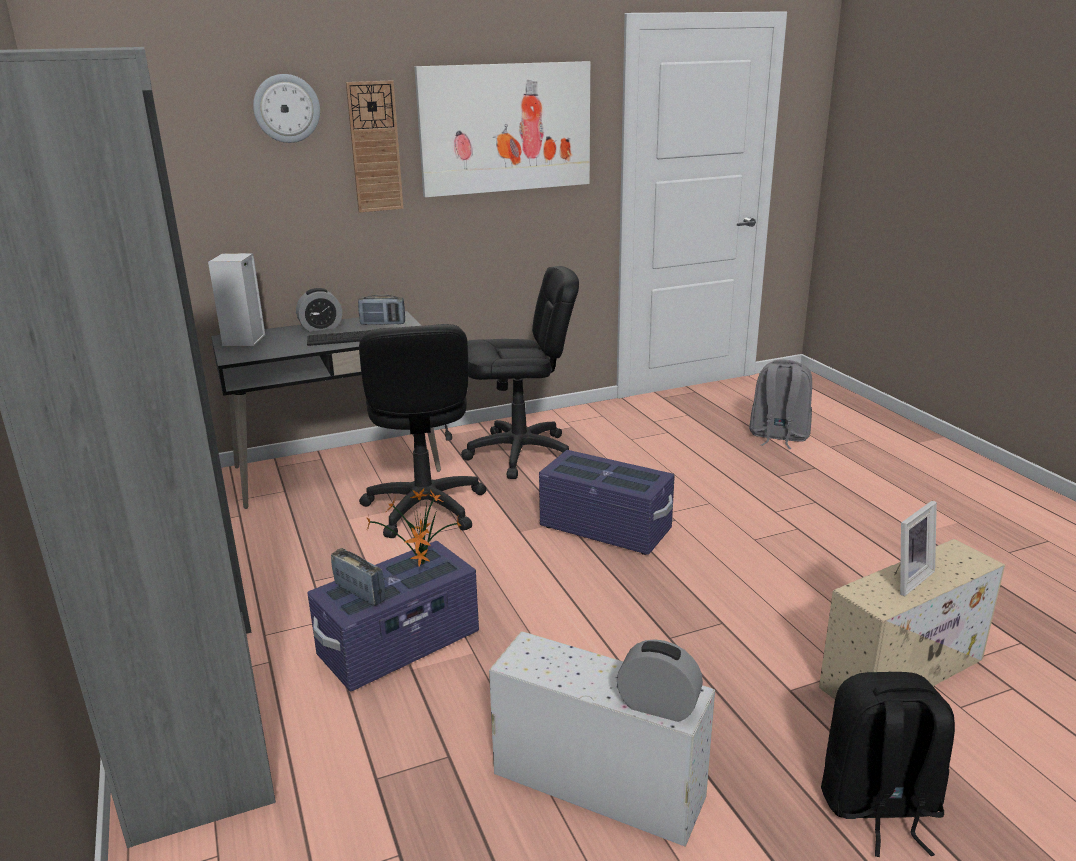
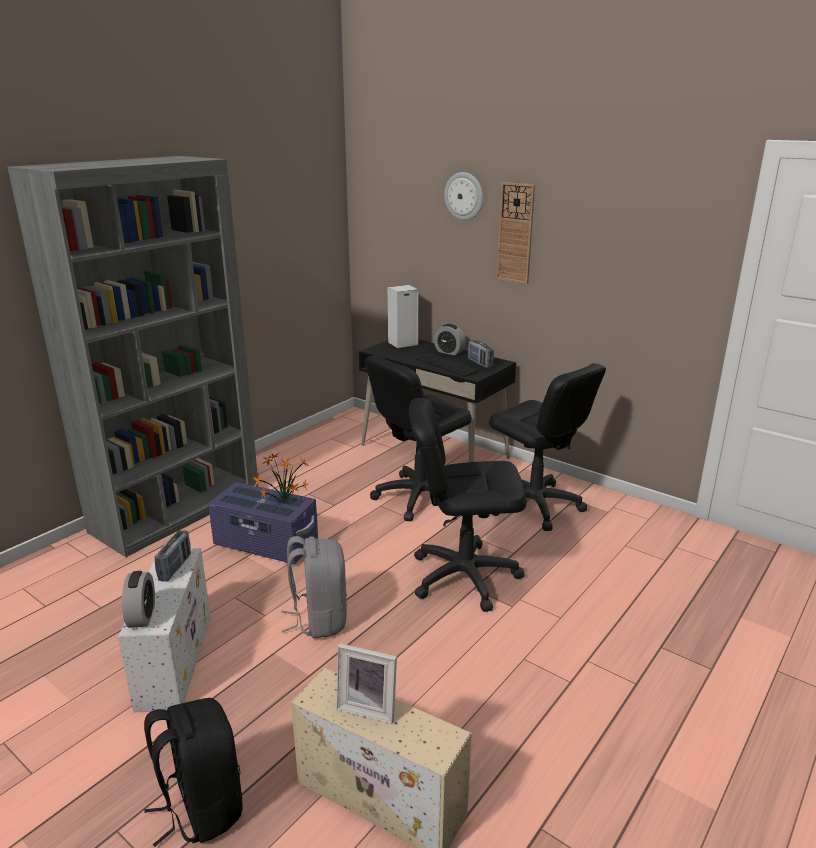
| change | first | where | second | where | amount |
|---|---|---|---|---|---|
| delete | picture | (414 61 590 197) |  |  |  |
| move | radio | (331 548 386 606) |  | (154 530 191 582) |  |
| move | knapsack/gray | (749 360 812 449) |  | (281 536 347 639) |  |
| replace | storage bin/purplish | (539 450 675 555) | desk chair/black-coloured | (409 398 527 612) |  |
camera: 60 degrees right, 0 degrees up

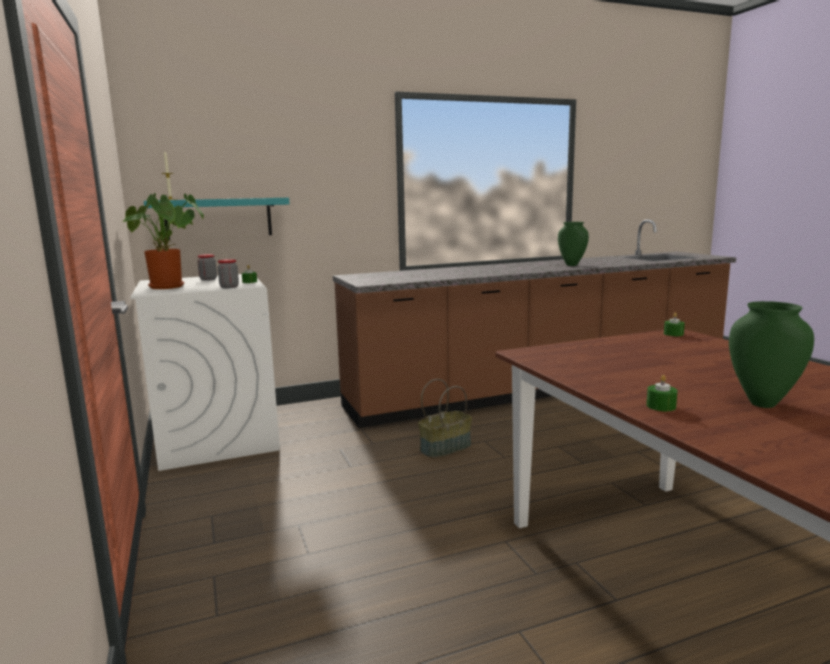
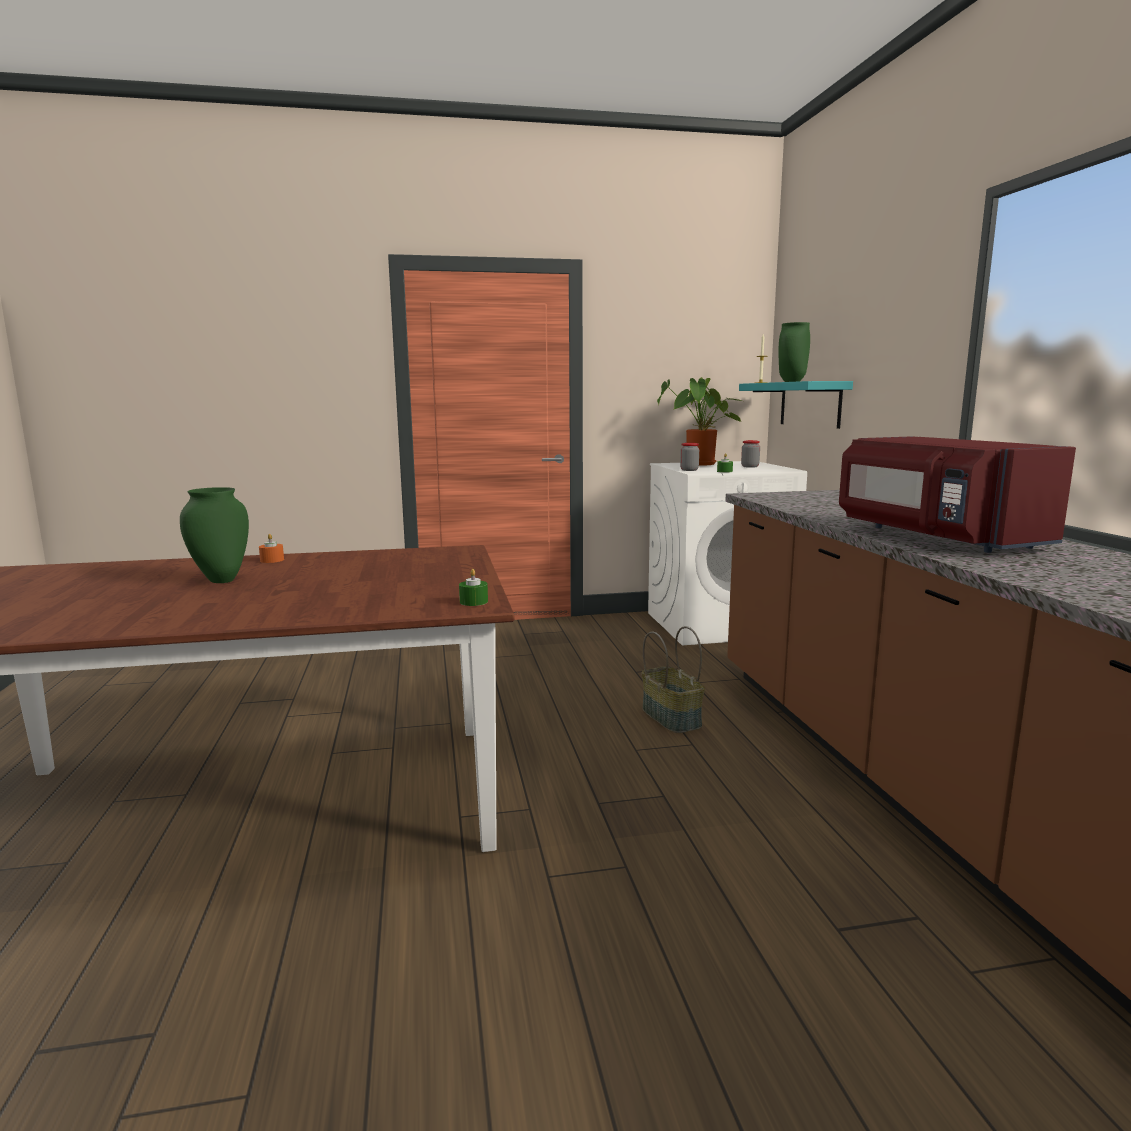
| change | first | where | second | where | amount |
|---|---|---|---|---|---|
| insert |  |  | kitchen microwave/reddish | (839 436 1076 553) |  |
| move | decorative vase/green-coloured | (558 222 589 266) |  | (779 322 810 382) |  |
| recolor | wax light/green-coloured | (646 375 678 411) | wax light/orange | (259 534 284 563) |  |
camera: 100 degrees right, 0 degrees up

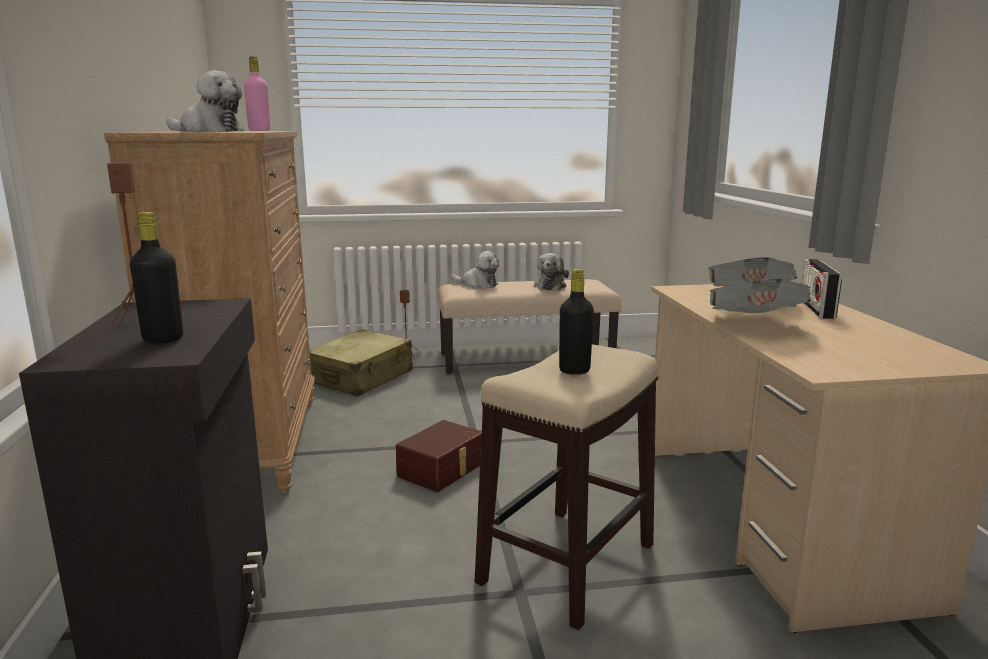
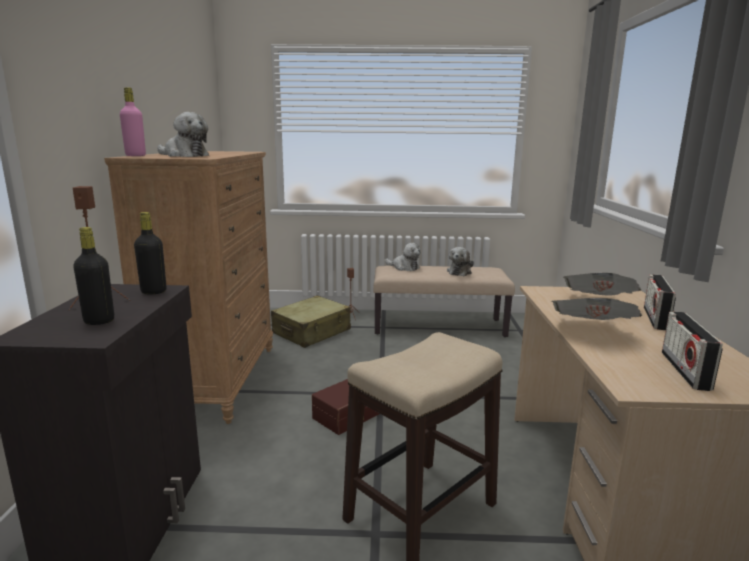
| change | first | where | second | where | amount |
|---|---|---|---|---|---|
| insert |  |  | radio | (662 312 723 391) |  |
| move | beverage bottle/pink-coloured | (244 56 270 131) |  | (120 87 146 156) |  |
| move | beverage bottle/black-coloured | (559 269 594 375) |  | (134 212 166 295) |  |
camera: 10 degrees right, 0 degrees up

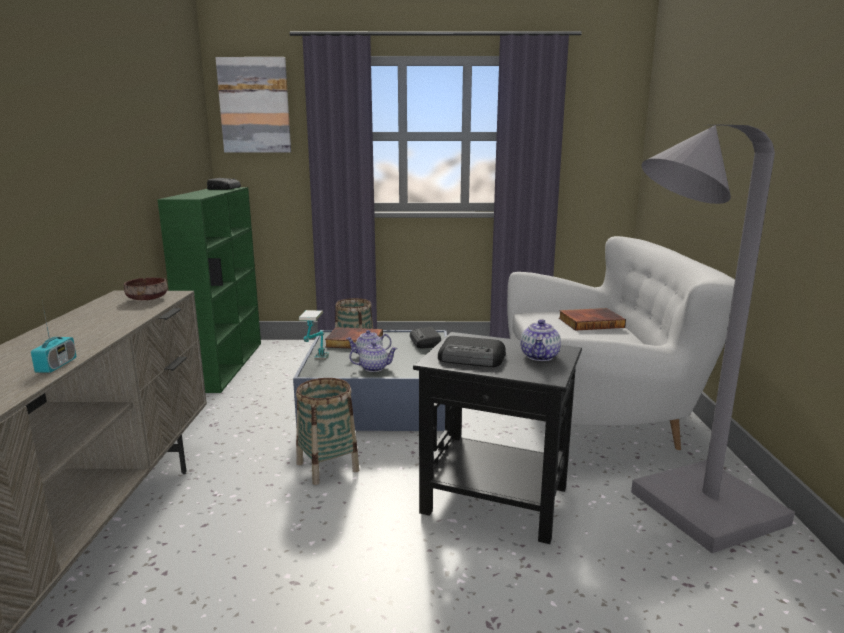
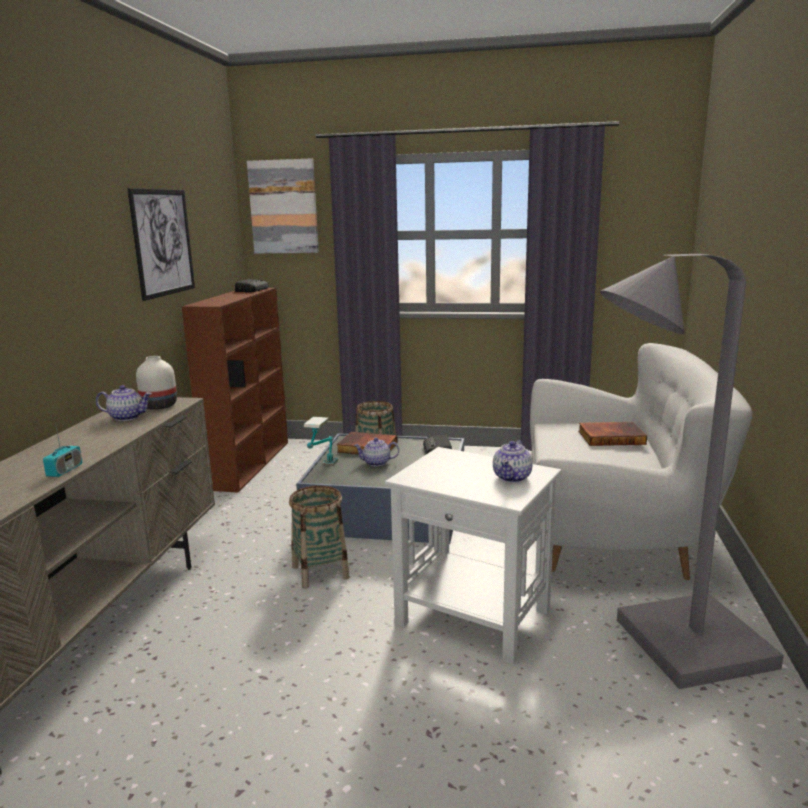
| change | first | where | second | where | amount |
|---|---|---|---|---|---|
| delete | radio | (438 336 506 367) |  |  |  |
| insert |  |  | picture | (127 188 195 301) |  |
| move | teapot | (349 342 398 372) |  | (96 385 152 421) |  |
| replace | deep dish/brown-coloured | (124 277 167 300) | decorative vase/whitish | (136 356 177 410) |  |
| recolor | shelving unit/green-coloured | (157 187 261 393) | shelving unit/brown-coloured | (182 288 288 493) |  |
| recolor | end table/black-coloured | (413 332 582 544) | end table/whitish | (384 447 562 665) |  |
camera: 10 degrees right, 0 degrees up

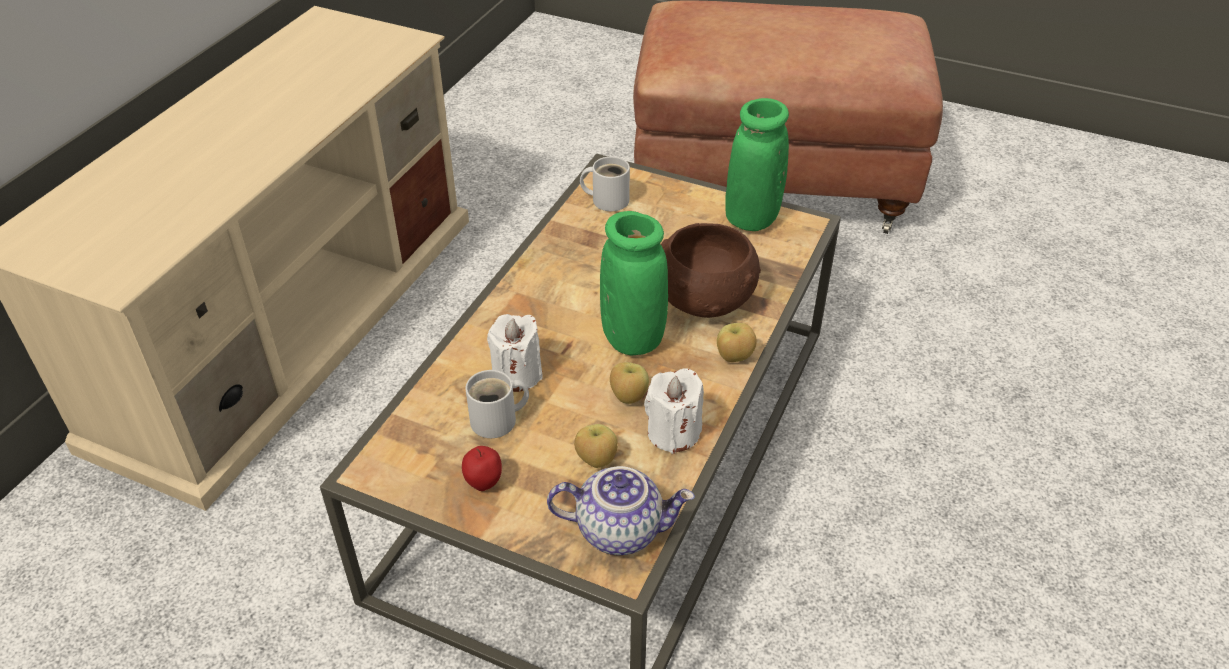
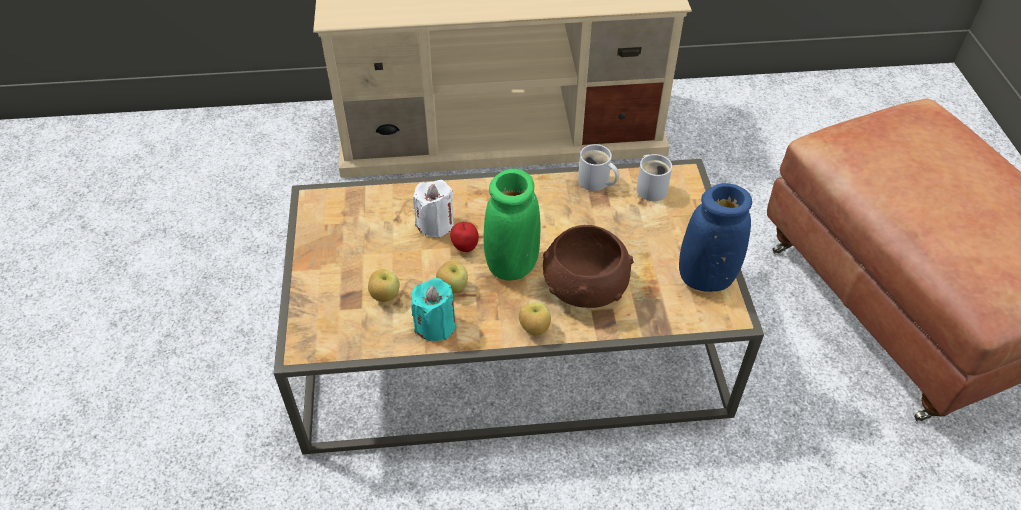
| change | first | where | second | where | amount |
|---|---|---|---|---|---|
| delete | teapot | (547 466 695 555) |  |  |  |
| move | whole apple | (462 446 502 491) |  | (450 222 479 252) |  |
| move | mug/whitish | (465 370 529 438) |  | (578 144 619 191) |  |
| recolor | wax light/whitish | (644 368 704 454) | wax light/blue-green | (411 278 456 341) |  |
| recolor | decorative vase/green-coloured | (725 98 789 231) | decorative vase/blue-coloured | (679 183 752 292) |  |
camera: 60 degrees right, 5 degrees up

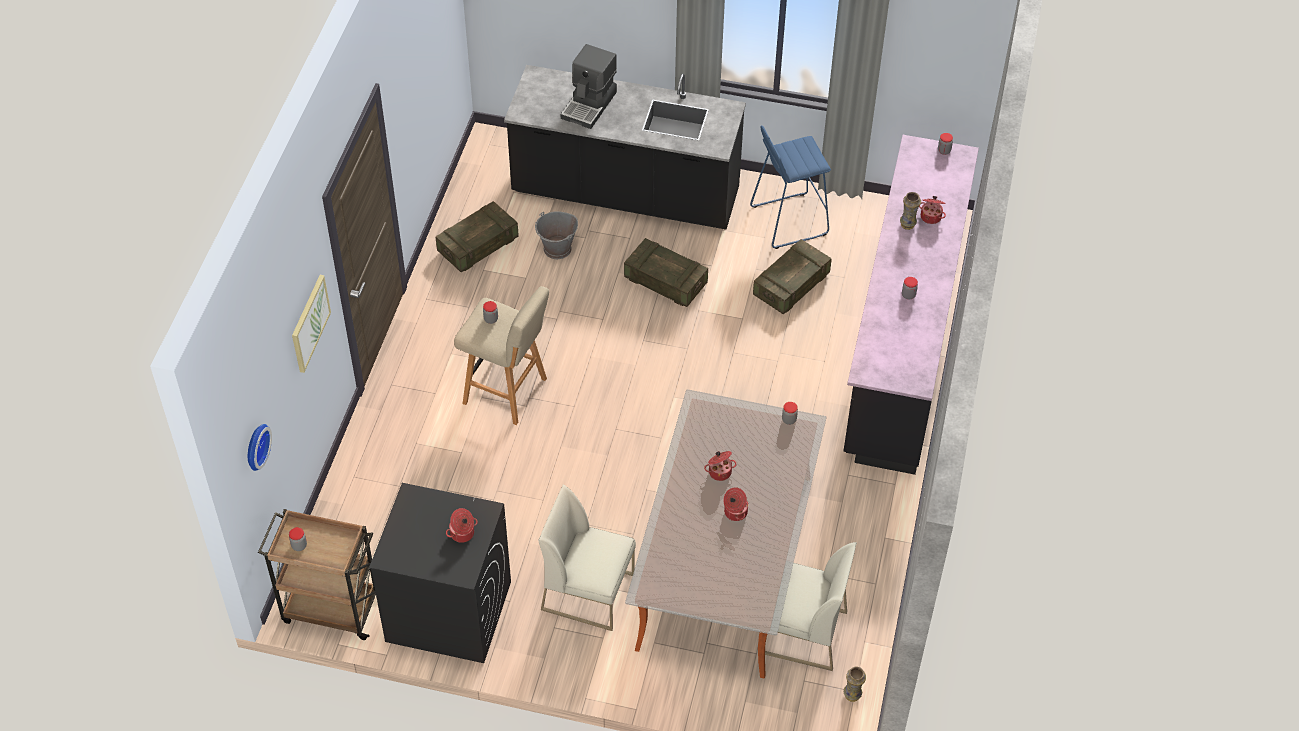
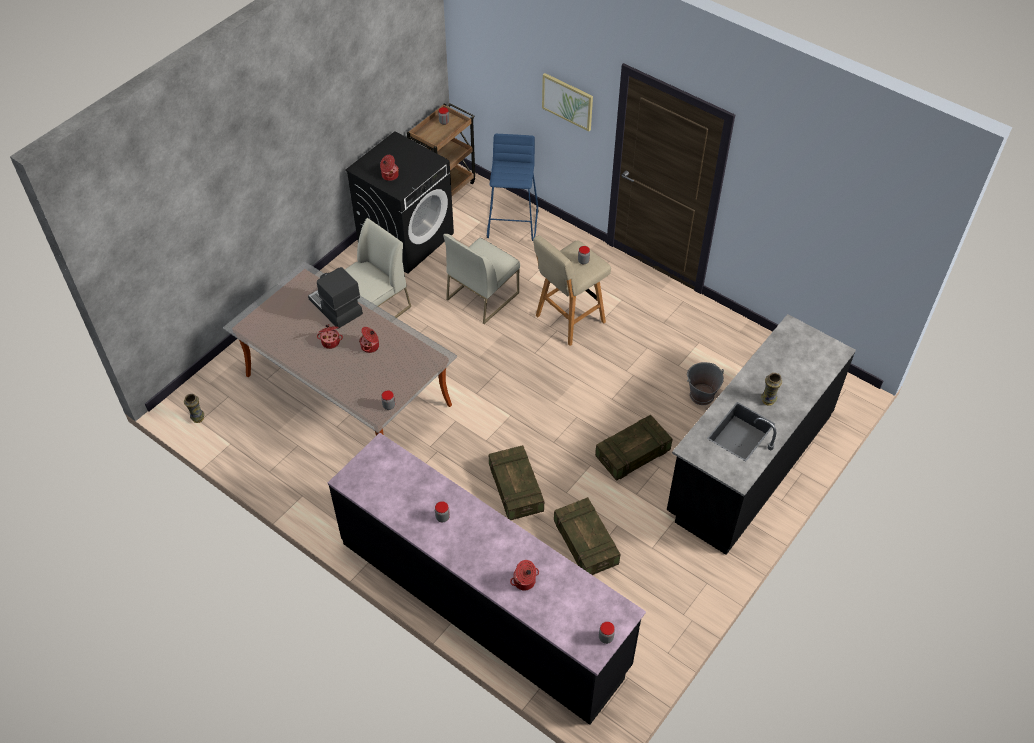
| change | first | where | second | where | amount |
|---|---|---|---|---|---|
| delete | wall clock | (248 424 272 471) |  |  |  |
| move | crate | (436 201 518 272) |  | (489 445 544 520) |  |
| move | coffee machine | (561 44 617 129) |  | (308 267 363 329) |  |
| move | sitting stool/blue-coloured | (750 125 831 249) |  | (487 134 539 241) |  |
| move | chair/whitish | (765 542 857 671) |  | (443 234 520 324) |  |
| move | decorative vase | (900 192 921 230) |  | (761 373 782 406) |  |
camera: 115 degrees right, 0 degrees up

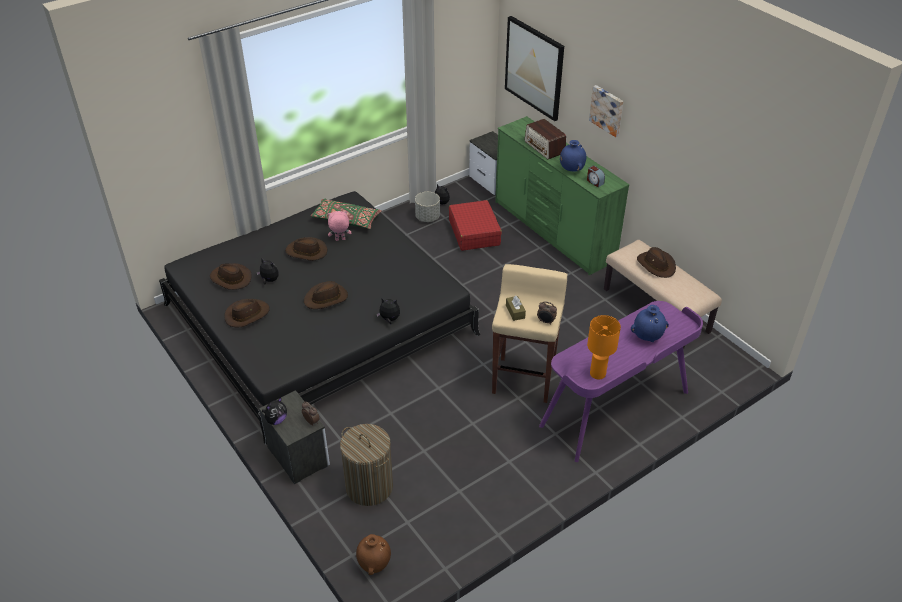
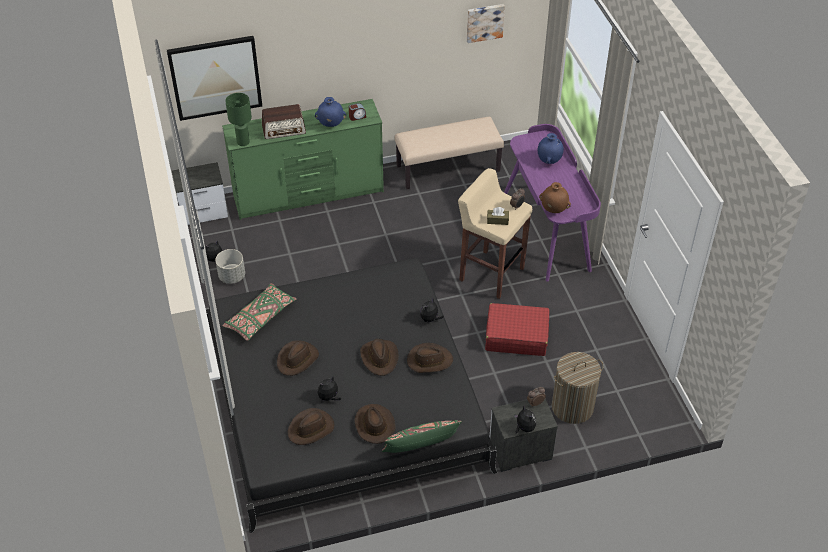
| change | first | where | second | where | amount |
|---|---|---|---|---|---|
| delete | plush toy/pink-coloured | (328 211 351 241) |  |  |  |
| delete | table lamp/orange | (587 315 621 379) |  |  |  |
| insert |  |  | table lamp/green-coloured | (225 93 252 146) |  |
| insert |  |  | pillow/green-coloured | (382 420 462 453) |  |
| move | decorative vase/brown-coloured | (356 534 391 575) |  | (539 182 571 213) |  |
| move | suitcase/reddish | (449 200 502 251) |  | (485 303 549 356) |  |
| move | picture | (589 85 623 137) |  | (467 4 505 43) |  |
| move | hat/brown-coloured | (637 247 676 278) |  | (407 343 453 373) |  |
camera: 70 degrees left, 5 degrees up

